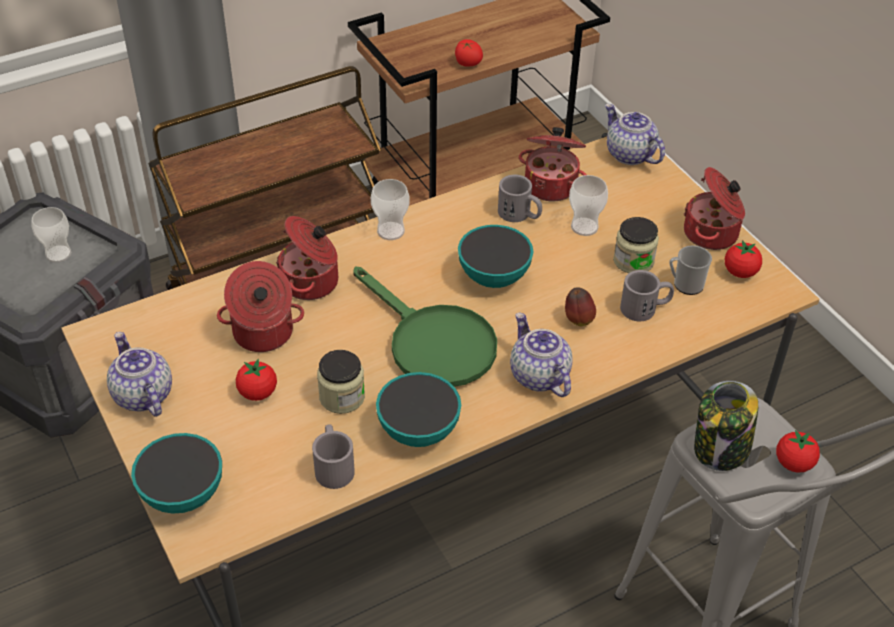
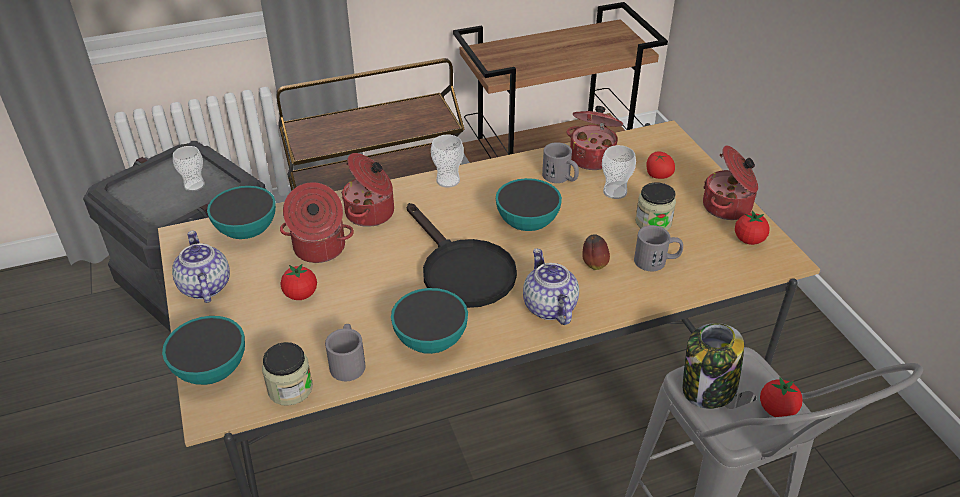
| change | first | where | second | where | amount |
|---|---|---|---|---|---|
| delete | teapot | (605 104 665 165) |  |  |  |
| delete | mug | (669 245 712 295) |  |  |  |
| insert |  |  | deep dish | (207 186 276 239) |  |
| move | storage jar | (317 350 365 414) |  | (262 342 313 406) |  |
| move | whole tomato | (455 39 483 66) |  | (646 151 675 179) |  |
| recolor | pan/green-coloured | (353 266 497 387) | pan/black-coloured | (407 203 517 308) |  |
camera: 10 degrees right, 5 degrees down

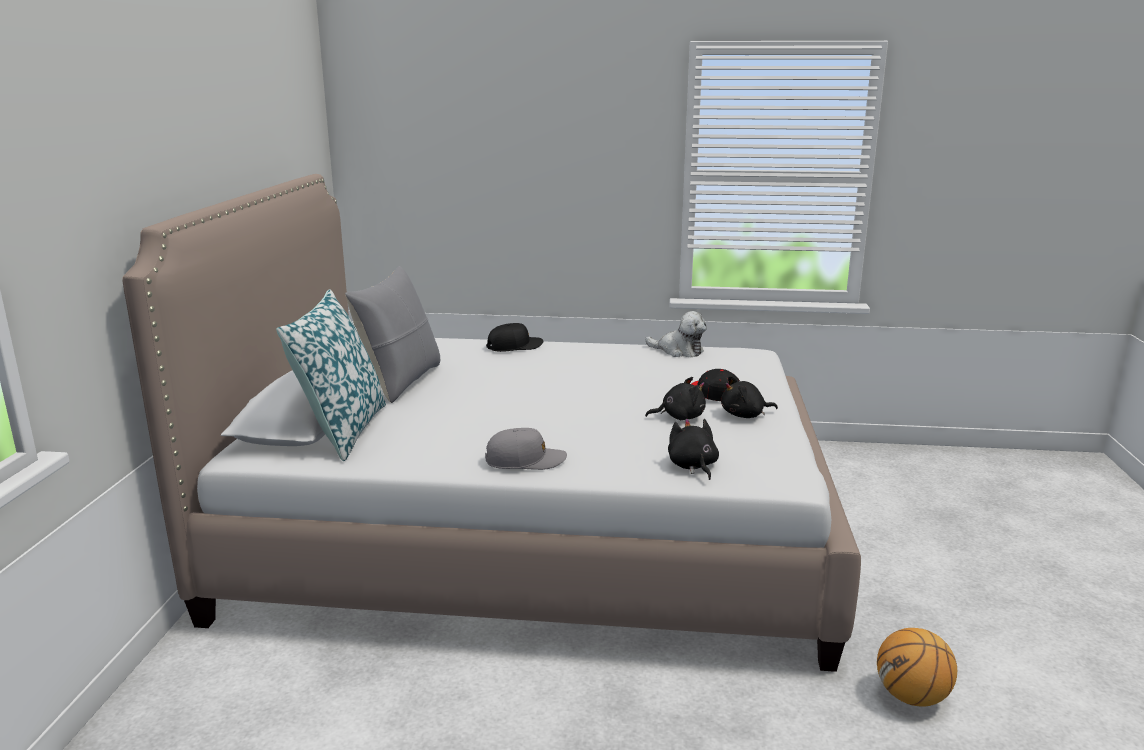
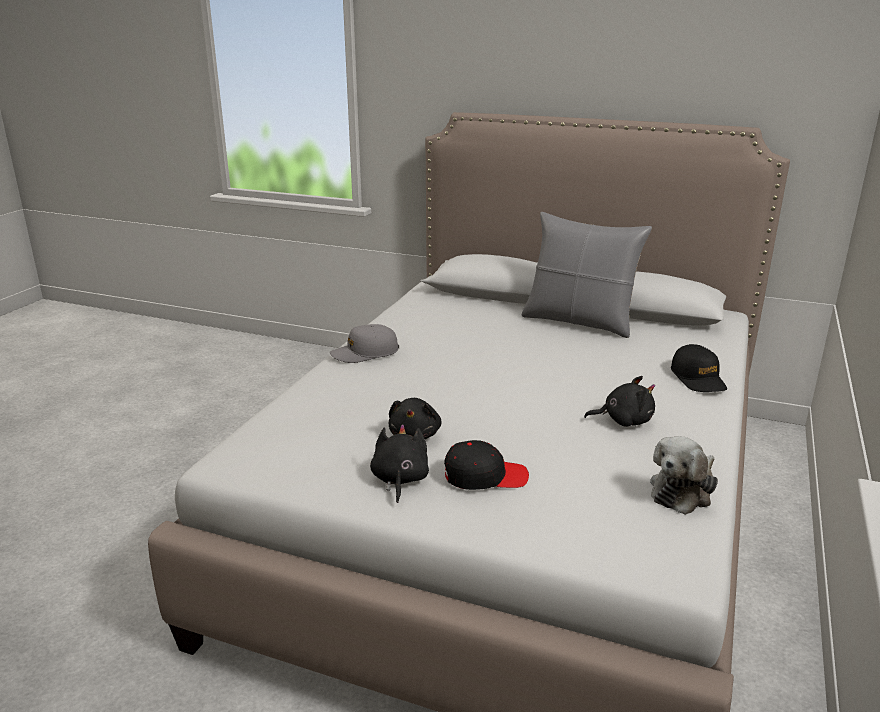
| change | first | where | second | where | amount |
|---|---|---|---|---|---|
| delete | pillow | (276 289 386 461) |  |  |  |
| delete | ball for basketball | (877 628 957 707) |  |  |  |
| move | plush toy/black-coloured | (668 419 719 480) |  | (584 376 655 427) |  |
| rotate | baseball cap/gray | (485 428 567 470) |  | (330 324 399 363) | 60 degrees clockwise |
camera: 105 degrees right, 5 degrees up

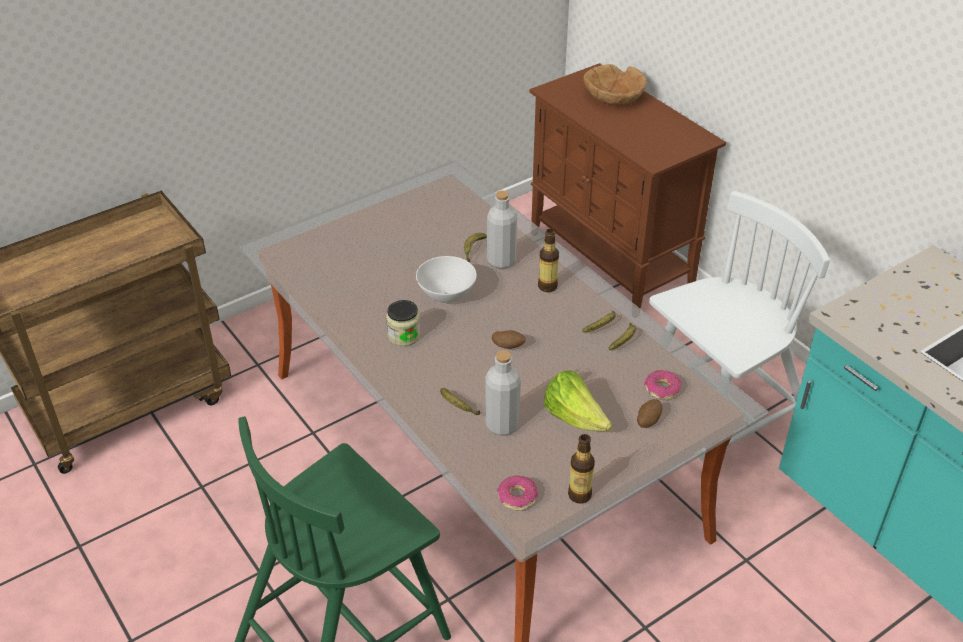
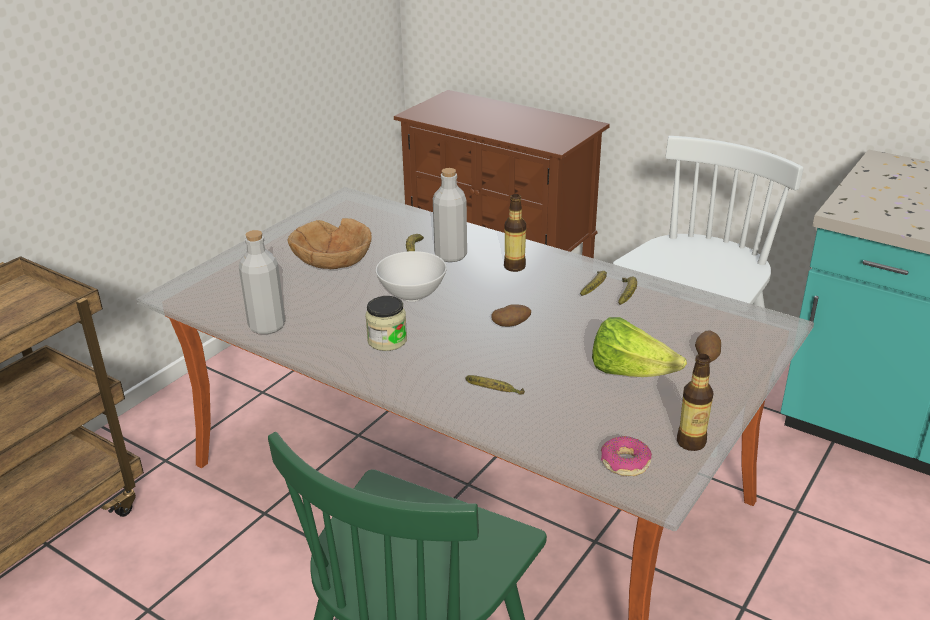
| change | first | where | second | where | amount |
|---|---|---|---|---|---|
| delete | donut | (644 370 681 400) |  |  |  |
| move | beverage bottle/gray | (485 350 521 435) |  | (239 230 285 334) |  |
| move | deep dish/brown-coloured | (584 64 647 105) |  | (288 218 372 269) |  |
camera: 20 degrees left, 10 degrees down

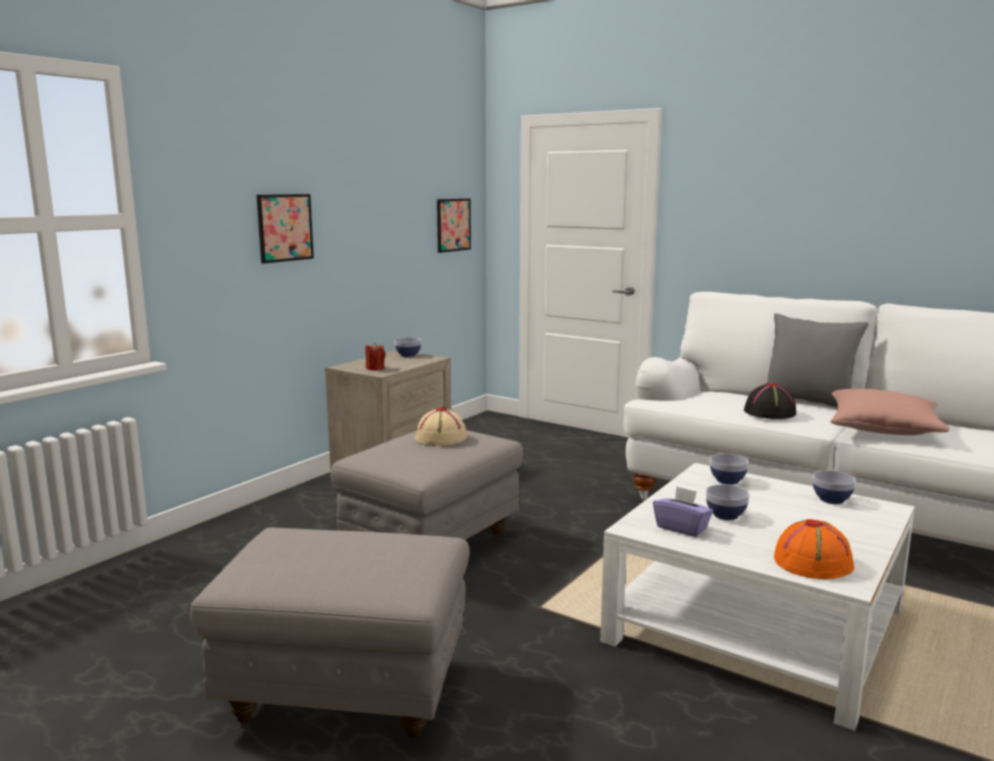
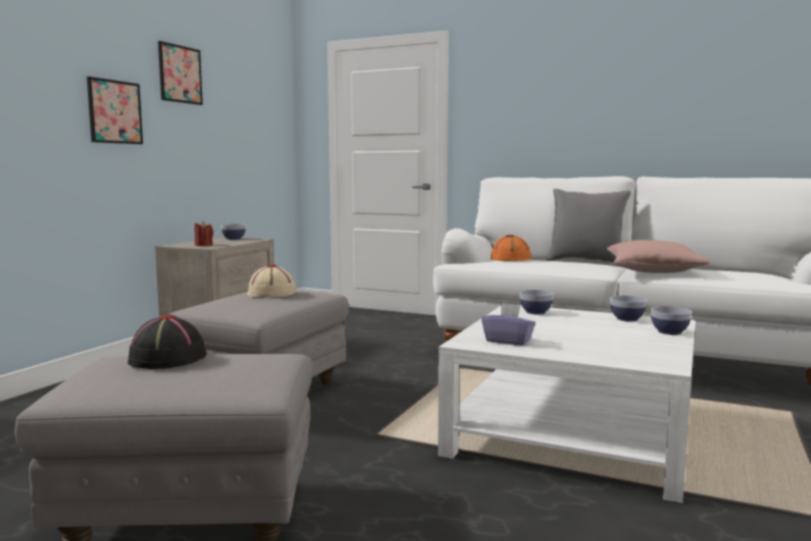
| change | first | where | second | where | amount |
|---|---|---|---|---|---|
| move | picture | (437 199 471 253) |  | (158 41 203 105) |  |
| move | deep dish | (706 484 750 520) |  | (651 306 692 335) |  |
| move | hat/black-coloured | (744 383 796 419) |  | (128 315 207 369) |  |
| move | hat/orange | (774 519 854 579) |  | (491 235 532 261) |  |
camera: 10 degrees left, 5 degrees down

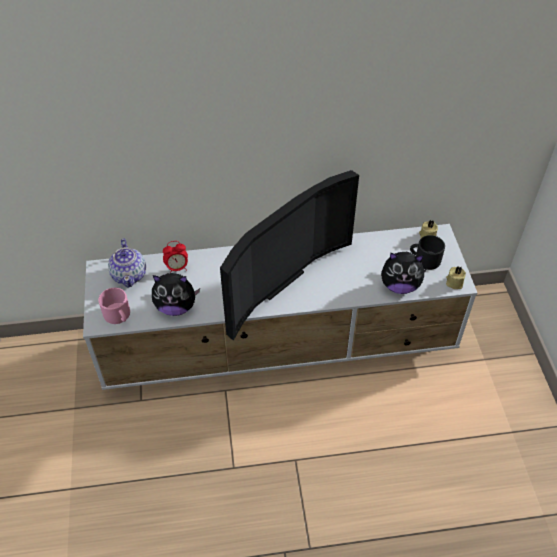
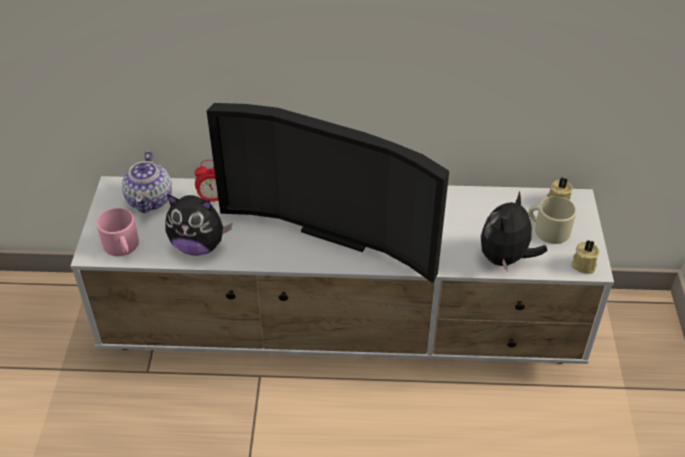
| change | first | where | second | where | amount |
|---|---|---|---|---|---|
| recolor | mug/black-coloured | (410 235 445 270) | mug/beige | (528 196 577 244) |  |
| rotate | TV | (220 170 359 341) |  | (207 103 449 283) | 60 degrees clockwise |
| rotate | plush toy | (381 252 426 294) |  | (481 191 548 272) | 105 degrees clockwise |
camera: 10 degrees right, 5 degrees down

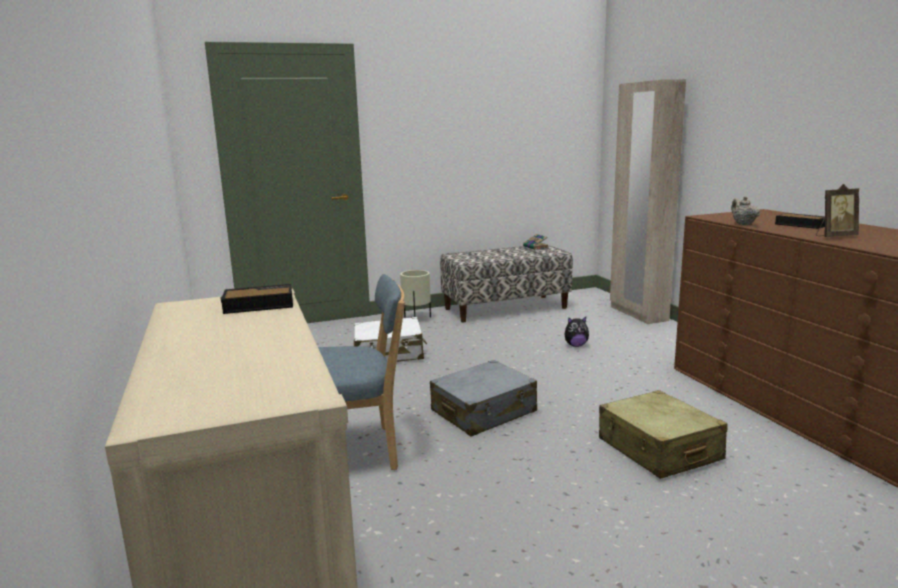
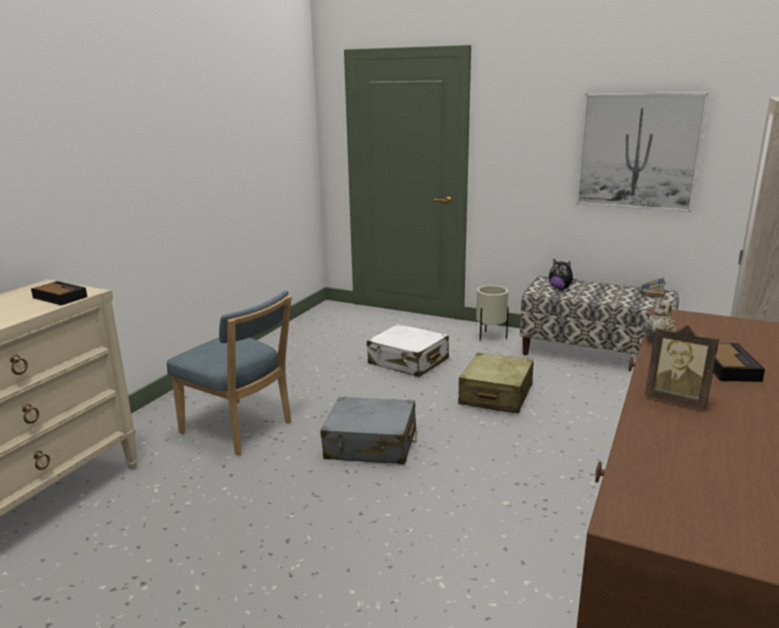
| change | first | where | second | where | amount |
|---|---|---|---|---|---|
| insert |  |  | picture | (576 93 709 212) |  |
| move | plush toy | (565 317 589 347) |  | (549 258 577 290) |  |
| move | suitcase/beige | (599 390 728 479) |  | (458 353 534 414) |  |
camera: 45 degrees right, 5 degrees up

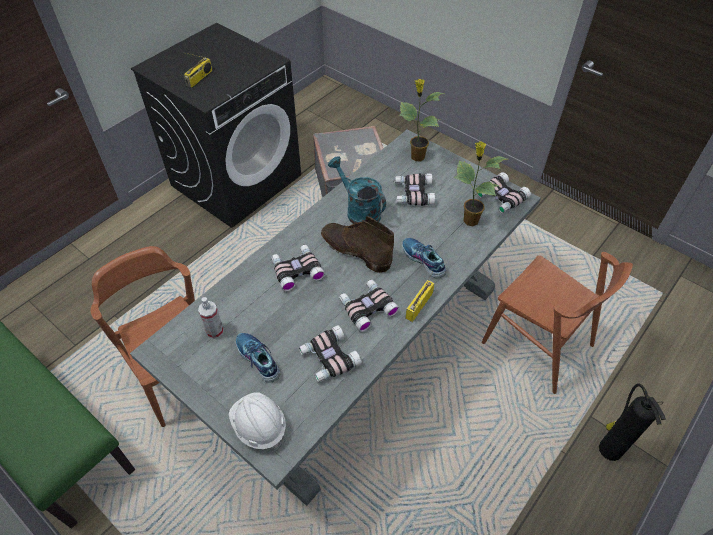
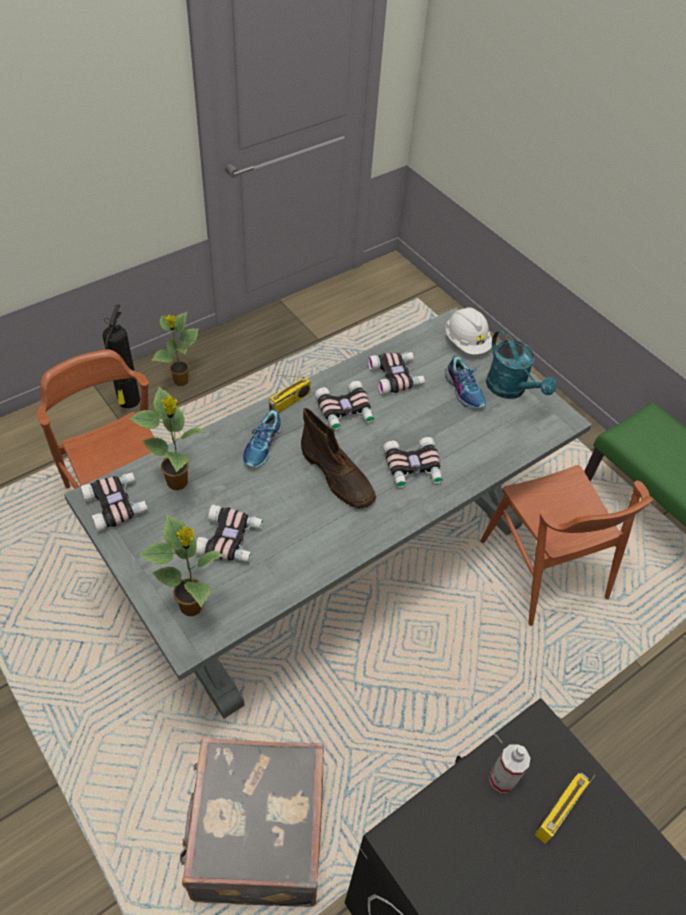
| change | first | where | second | where | amount |
|---|---|---|---|---|---|
| insert |  |  | houseplant | (151 312 199 386) |  |
| move | spray bottle | (198 297 224 339) |  | (489 744 530 793) |  |
| move | watering pot/blue-green | (328 156 386 224) |  | (486 330 557 399) |  |
| rotate | shoe | (402 238 446 278) |  | (243 410 282 468) | 45 degrees clockwise |
camera: 170 degrees left, 0 degrees up

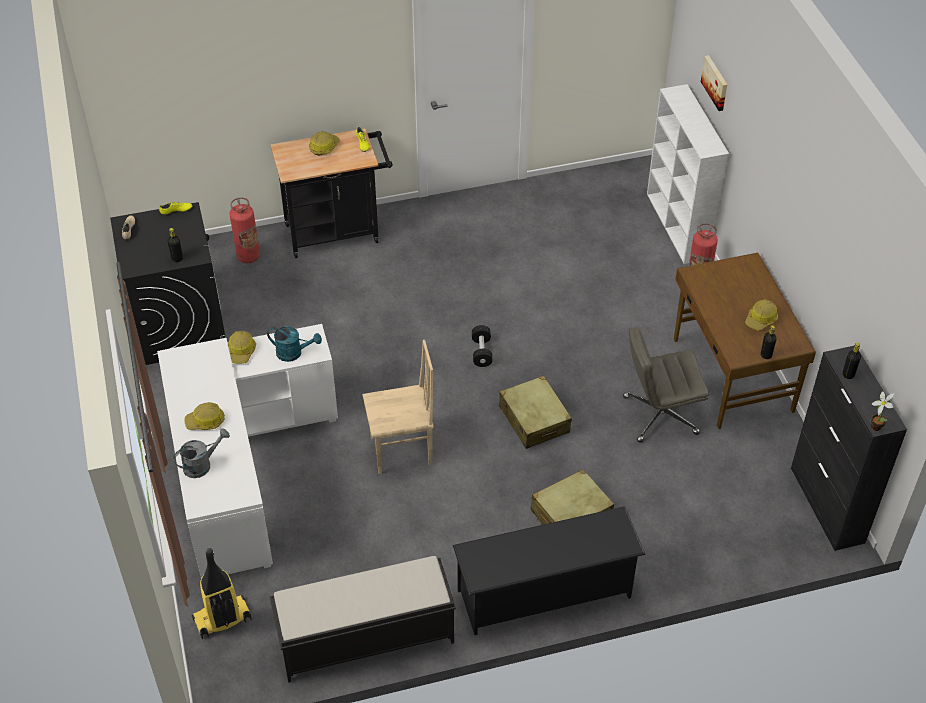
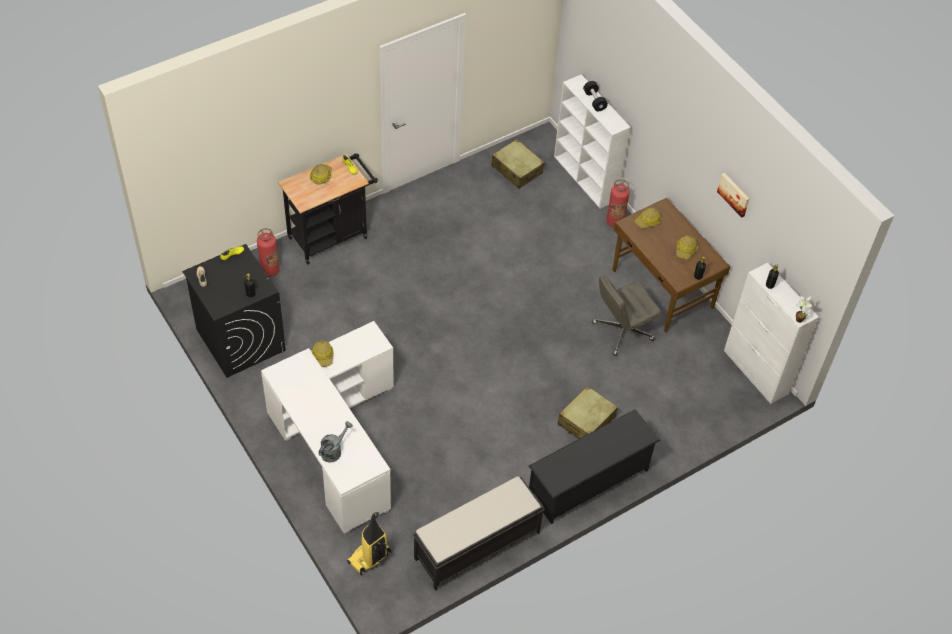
| change | first | where | second | where | amount |
|---|---|---|---|---|---|
| delete | watering pot/blue-green | (267 326 322 362) |  |  |  |
| delete | chair/beige | (363 340 434 474) |  |  |  |
| move | work helmet | (185 402 225 430) |  | (635 208 661 228) |  |
| move | free weight/black-coloured | (472 325 492 367) |  | (583 81 608 111) |  |
| move | suitcase/beige | (499 376 572 449) |  | (491 139 545 189) |  |
| move | picture | (701 55 727 111) |  | (717 173 749 218) |  |
| recolor | cabinet/black-coloured | (791 346 907 551) | cabinet/whitish | (724 263 819 404) |  |
camera: 20 degrees left, 5 degrees up

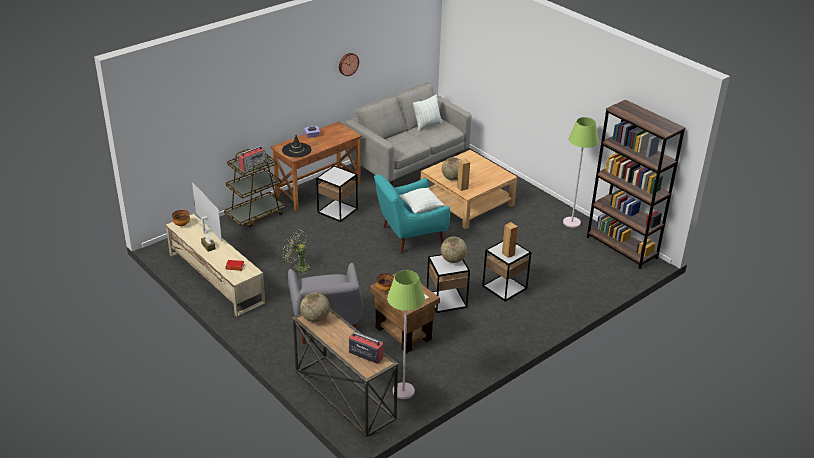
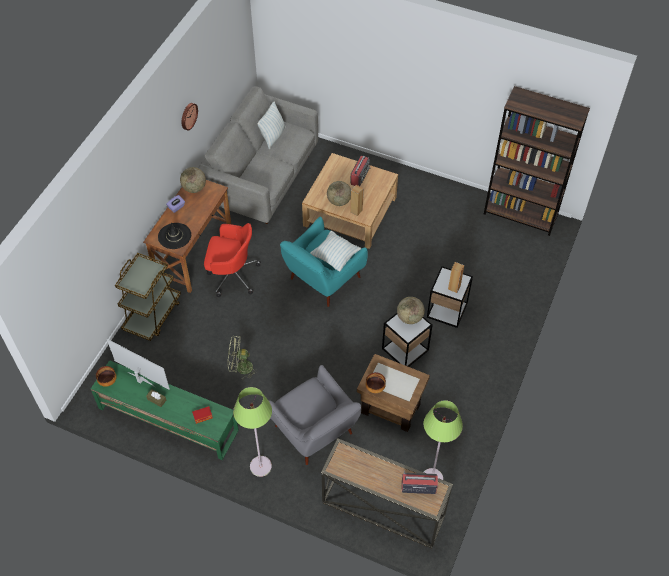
| change | first | where | second | where | amount |
|---|---|---|---|---|---|
| move | radio | (238 146 266 172) |  | (350 156 370 186) |  |
| move | world globe | (300 293 330 322) |  | (180 167 206 193) |  |
| move | standing lamp/green-coloured | (563 117 599 228) |  | (233 387 272 477) |  |
| replace | end table | (316 166 358 222) | desk chair/reddish | (204 223 261 297) |  |
| recolor | tv unit/beige | (166 214 265 317) | tv unit/green-coloured | (91 360 239 460) |  |
camera: 25 degrees left, 20 degrees up

